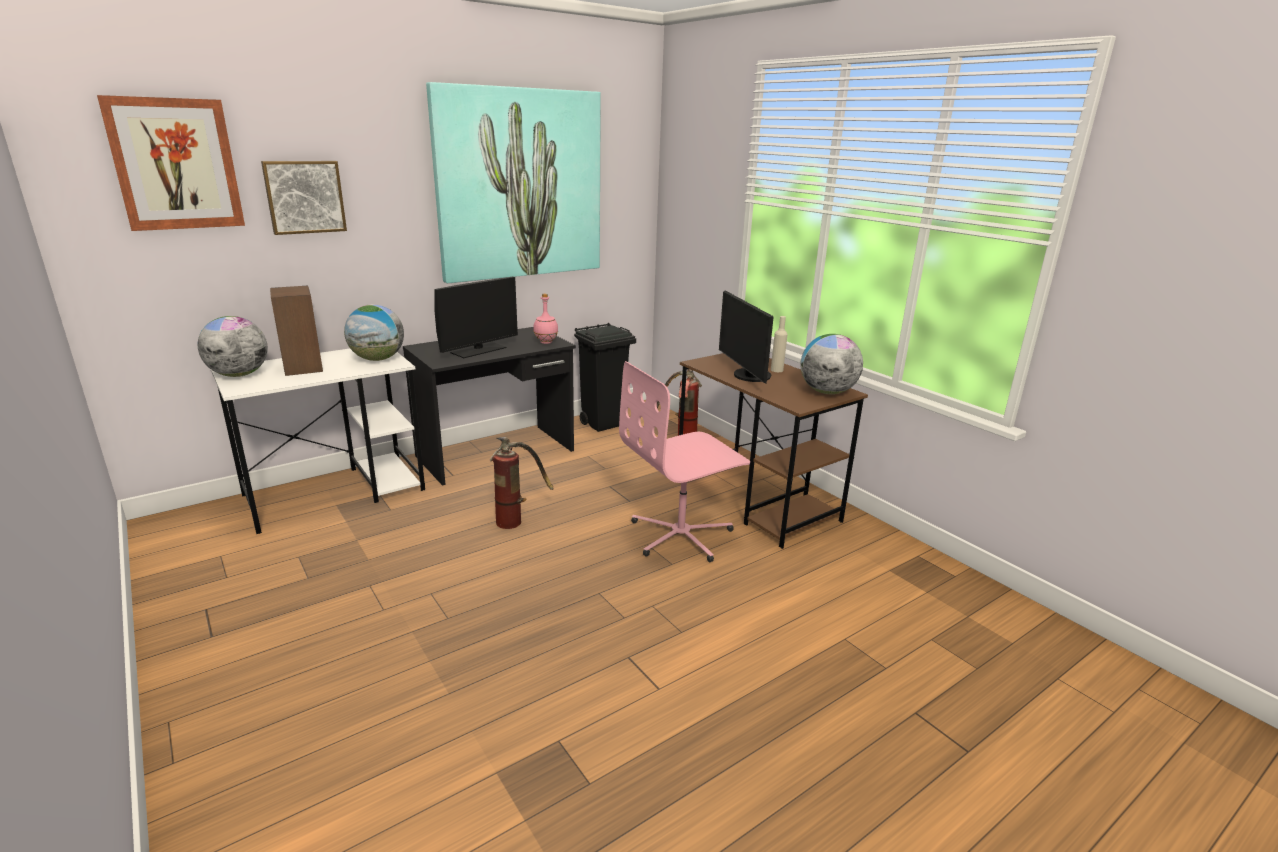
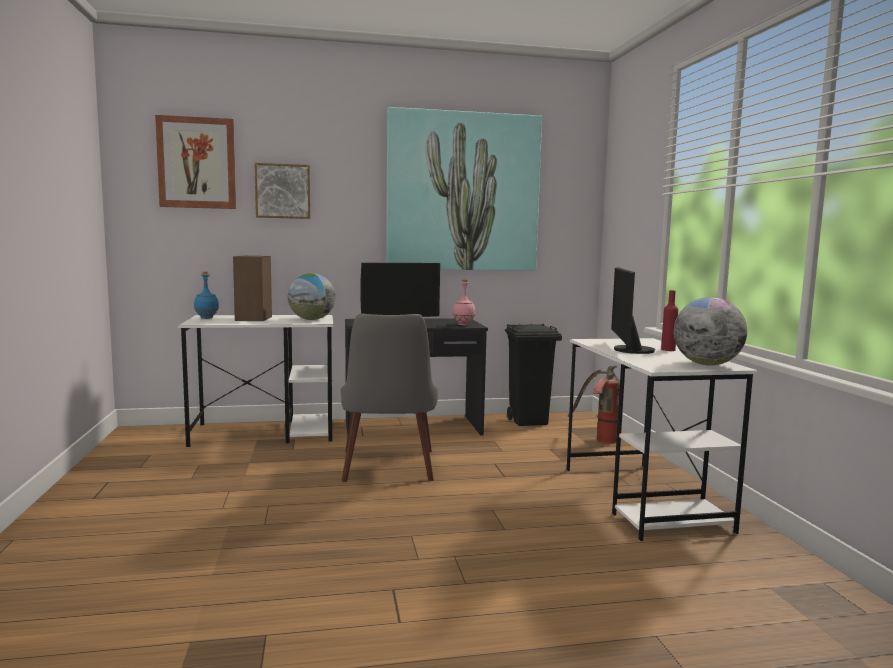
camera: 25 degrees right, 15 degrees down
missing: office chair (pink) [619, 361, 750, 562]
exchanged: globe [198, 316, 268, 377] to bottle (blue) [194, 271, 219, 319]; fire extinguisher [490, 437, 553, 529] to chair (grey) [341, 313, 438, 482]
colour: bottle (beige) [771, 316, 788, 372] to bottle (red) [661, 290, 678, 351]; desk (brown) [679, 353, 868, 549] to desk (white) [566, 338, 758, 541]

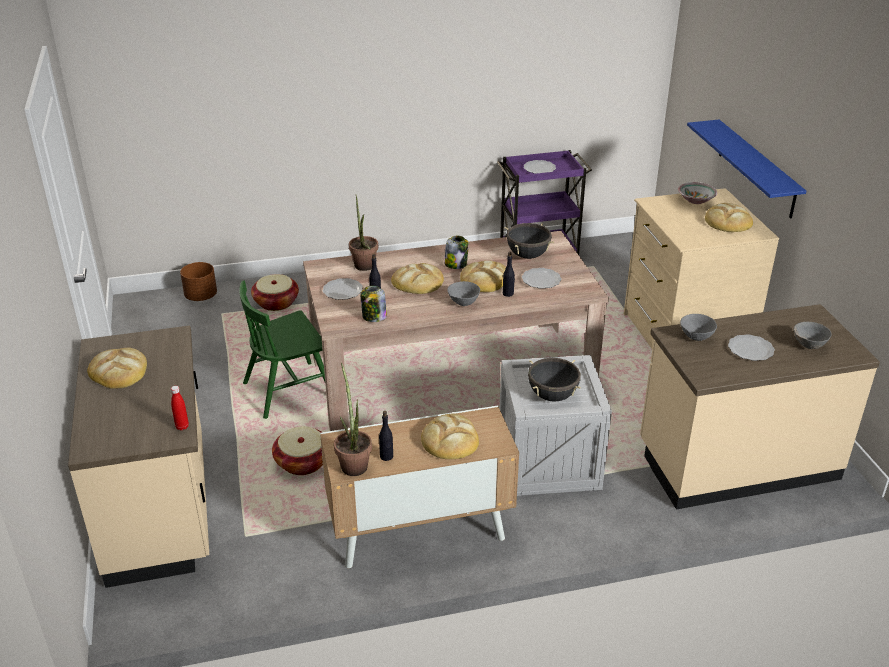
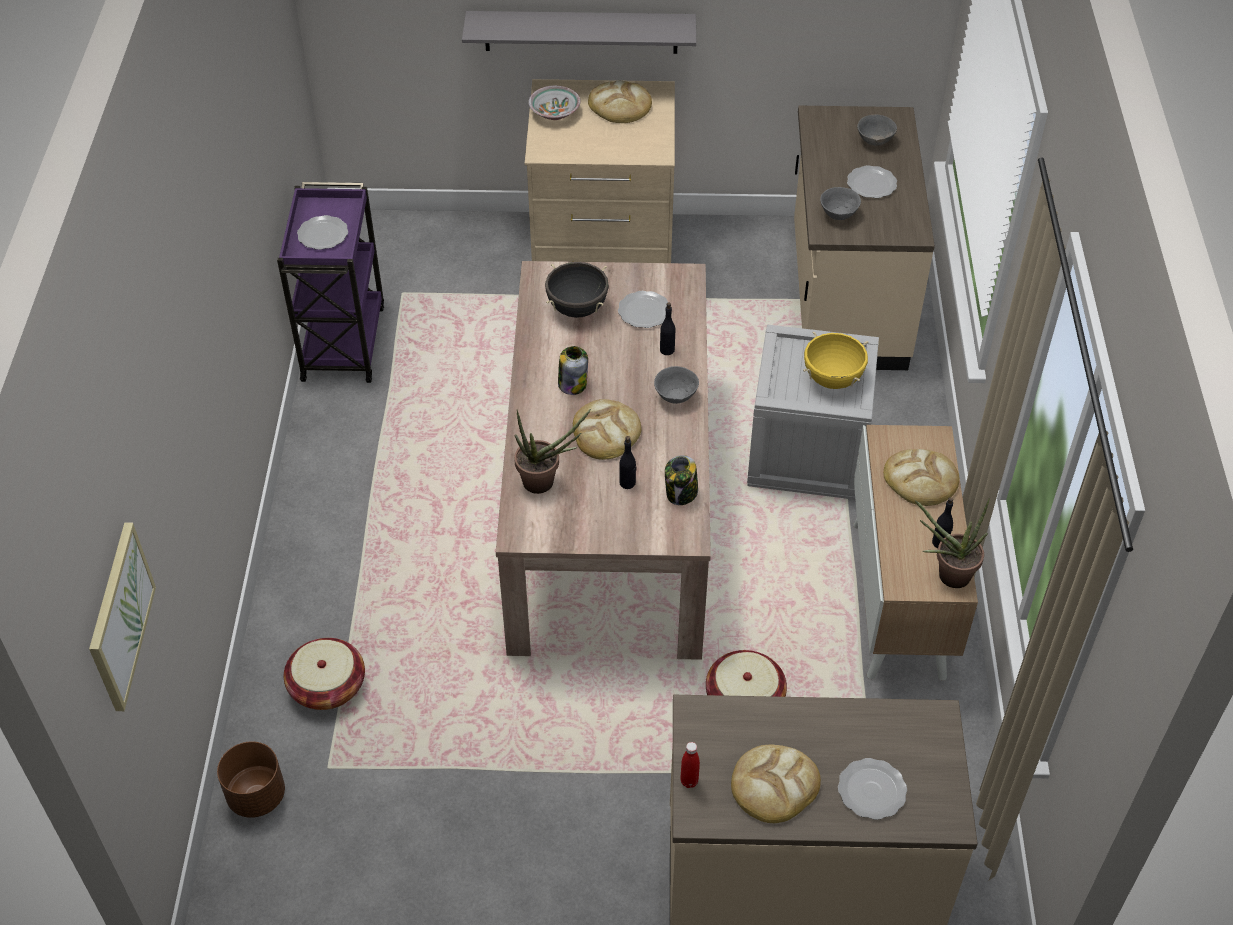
camera: 75 degrees left, 15 degrees up
missing: bread [460, 261, 506, 292]; chair (green) [239, 280, 325, 419]
appeared: picture [89, 522, 156, 711]
relocated: plate [323, 278, 363, 300] to [838, 758, 907, 820]; bottle (red) [171, 386, 189, 430] to [680, 742, 700, 788]
colour: shelf (blue) [687, 120, 806, 219] to shelf (grey) [462, 11, 696, 54]; cooking pot (black) [528, 358, 581, 402] to cooking pot (yellow) [803, 331, 869, 389]

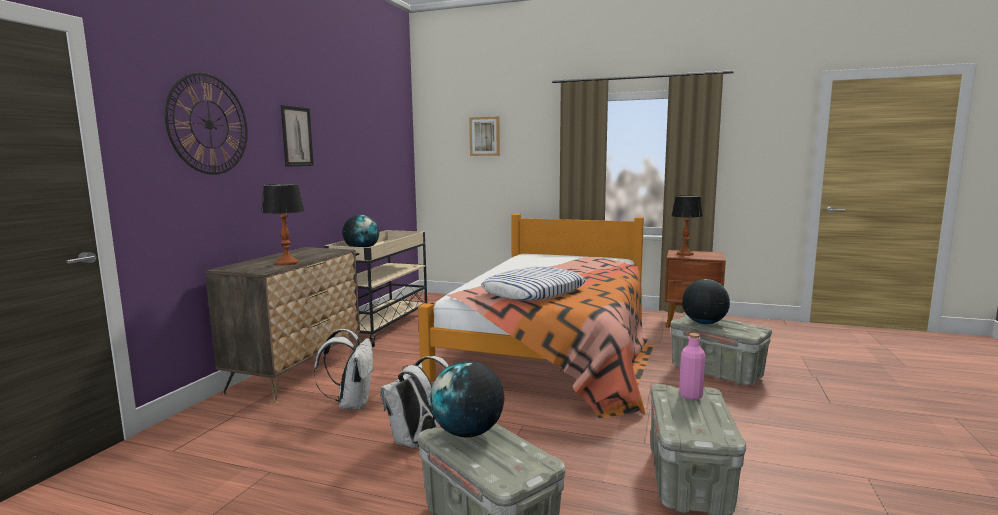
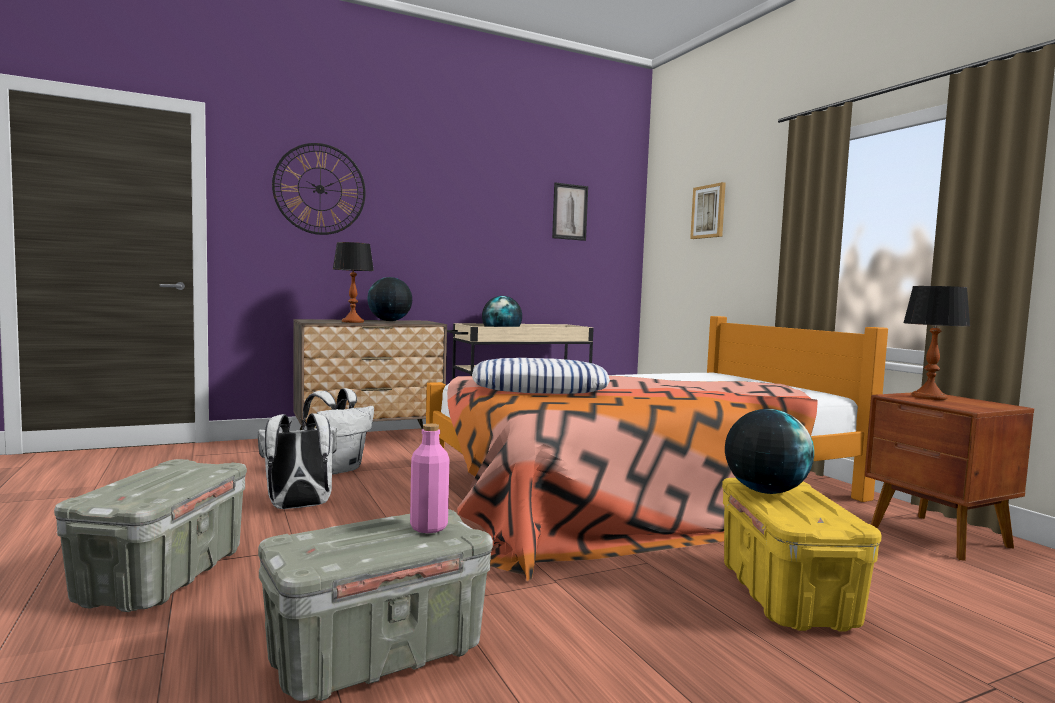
camera: 45 degrees right, 5 degrees down
relocated: picture [281, 105, 314, 167] to [552, 182, 588, 241]; globe [430, 361, 504, 437] to [367, 277, 412, 321]
colour: storage box (grey) [670, 314, 772, 385] to storage box (yellow) [722, 478, 882, 632]

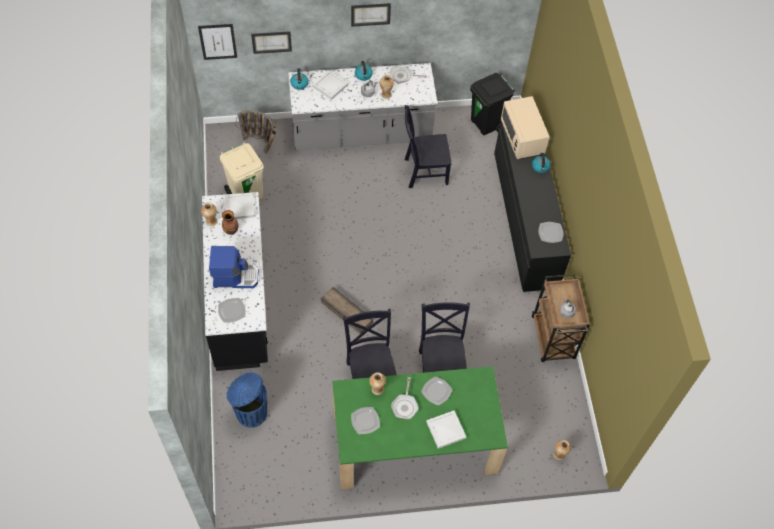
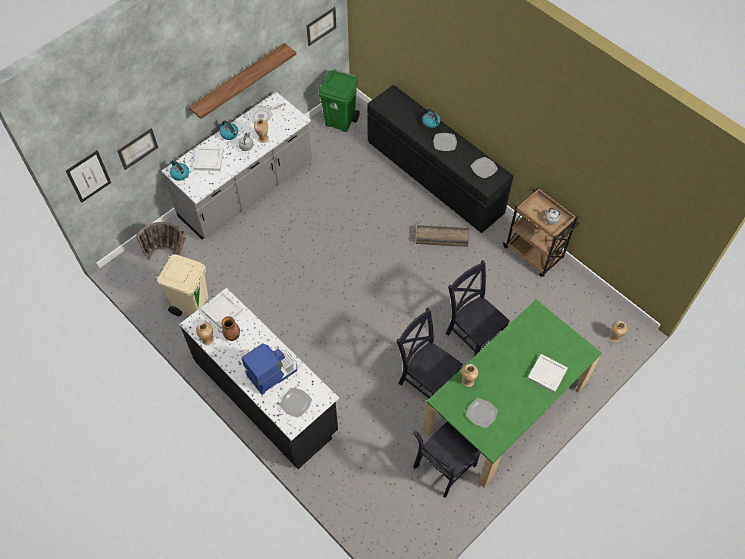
camera: 35 degrees left, 0 degrees up
missing: microwave (beige) [501, 96, 550, 159]; trash can (blue) [226, 372, 267, 428]; frying pan [391, 377, 419, 419]
appeared: shelf [188, 43, 296, 119]
relocated: picture [351, 3, 391, 27] to [306, 7, 336, 46]; chair (black) [405, 105, 452, 188] to [413, 422, 481, 498]; crate [321, 287, 373, 334] to [416, 225, 469, 247]; plate [421, 376, 452, 406] to [433, 133, 457, 151]
colour: trash can (black) [470, 73, 515, 135] to trash can (green) [318, 69, 360, 132]

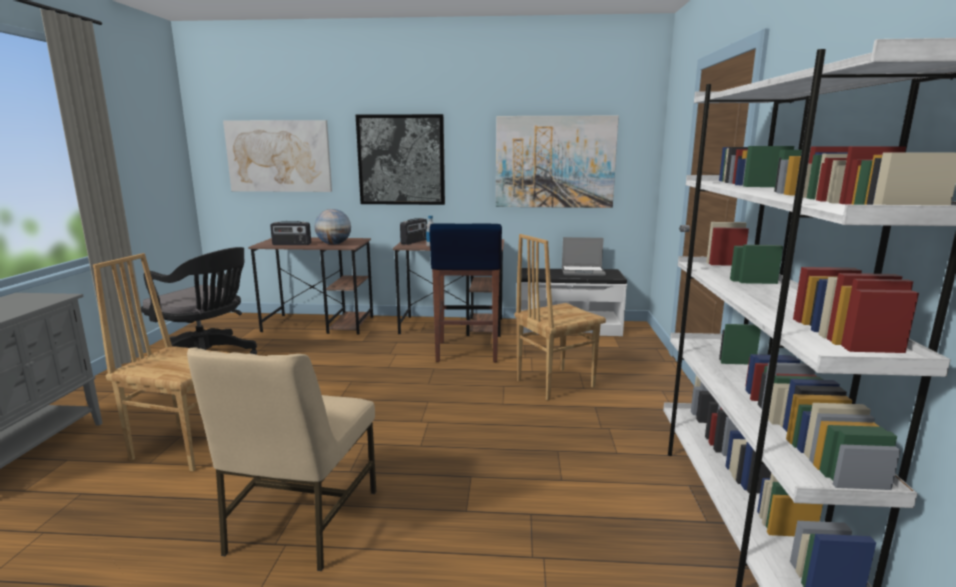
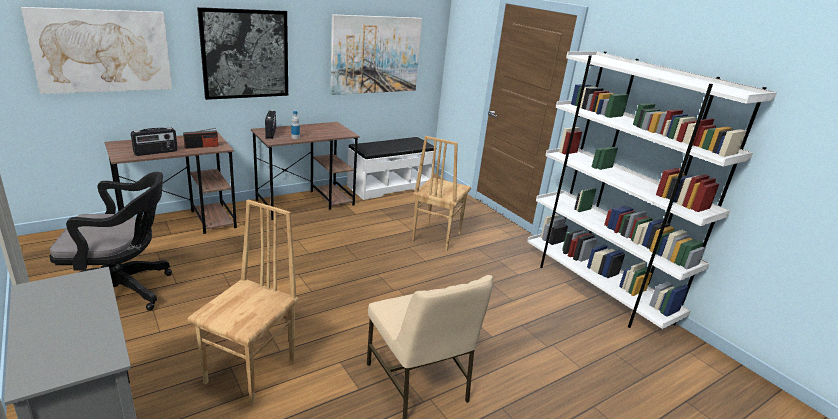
camera: 40 degrees left, 10 degrees up
missing: stool (blue) [429, 223, 502, 362]; laptop [562, 237, 606, 276]
exchanged: globe [315, 209, 351, 245] to radio [183, 128, 218, 149]
spun: chair (brown) [93, 253, 229, 471] = [188, 200, 298, 405] 135 degrees clockwise

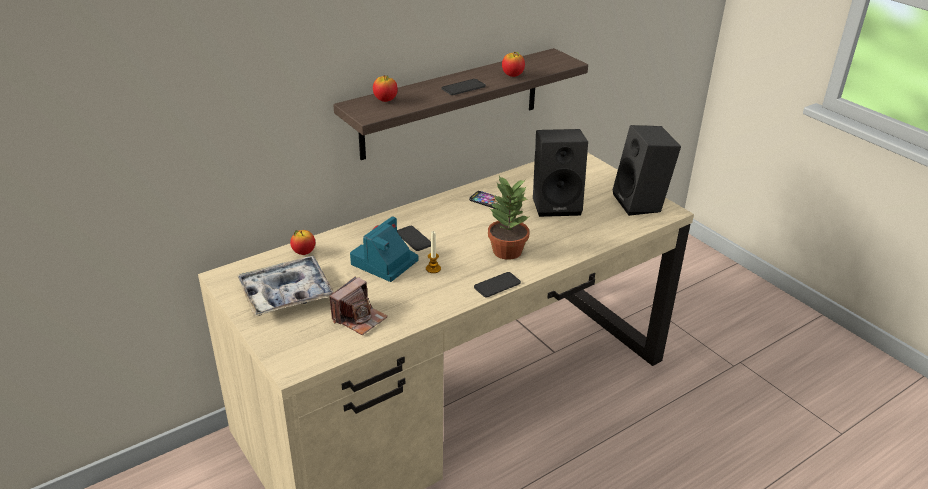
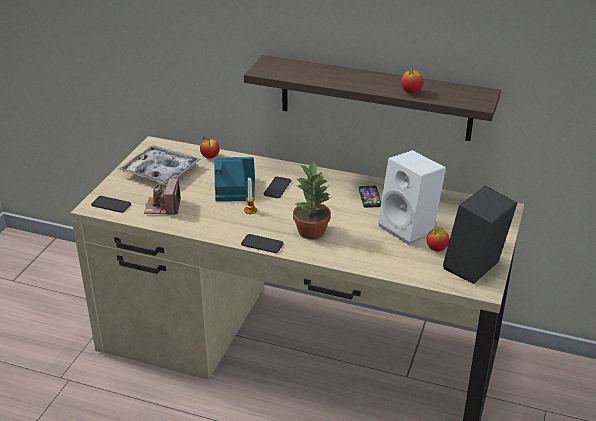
camera: 55 degrees right, 0 degrees up
relocated: apple [373, 75, 398, 102] to [427, 228, 450, 252]; phone [442, 79, 486, 95] to [91, 196, 131, 213]
colour: speaker (black) [533, 129, 588, 217] to speaker (white) [378, 150, 446, 245]
spun: photo camera [329, 276, 388, 335] = [144, 178, 181, 215] 90 degrees clockwise

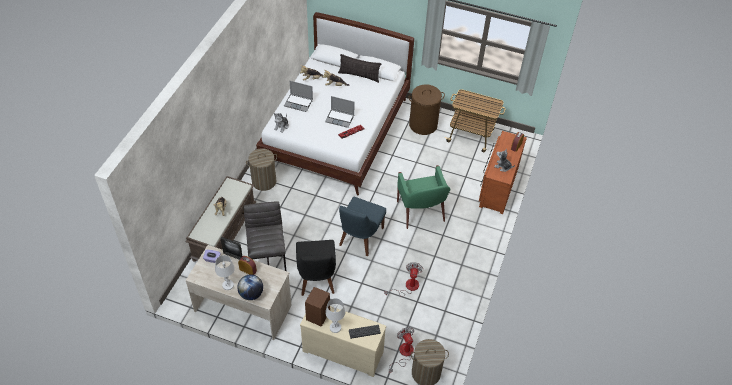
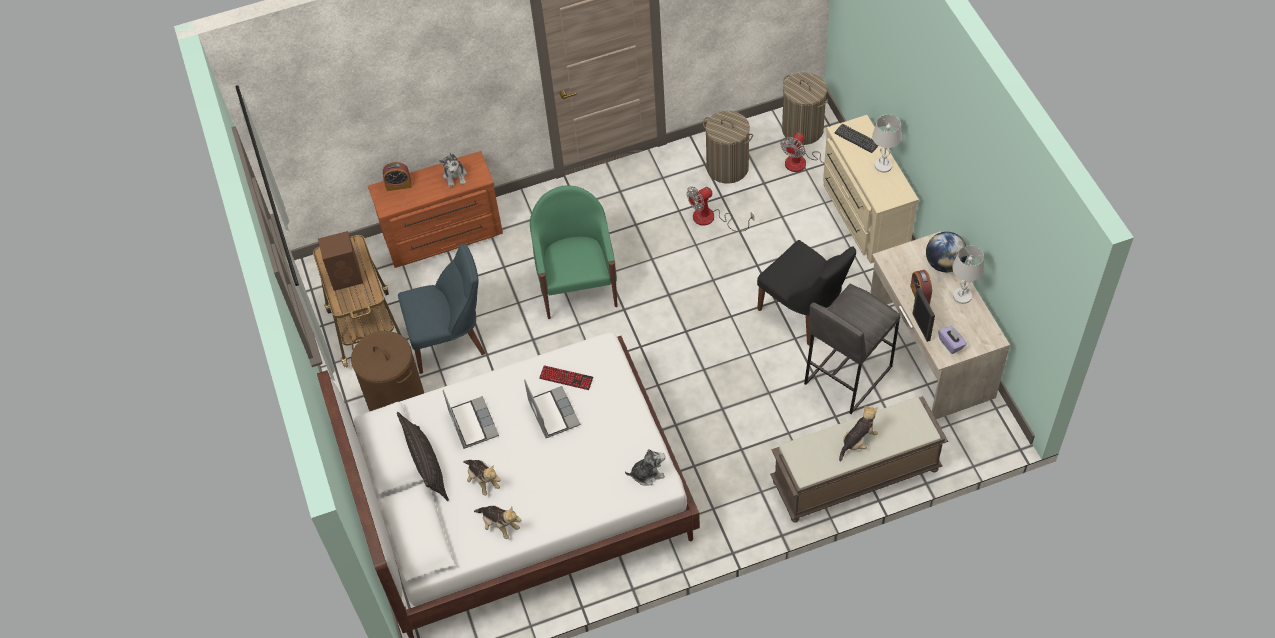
camera: 125 degrees left, 5 degrees up
relocated: laptop [284, 81, 313, 112] to [443, 389, 499, 449]; laundry basket [246, 148, 277, 191] to [703, 111, 753, 184]; chair (blue) [339, 197, 386, 256] to [398, 244, 485, 374]; speaker (brown) [305, 287, 330, 327] to [318, 231, 363, 291]
spun: armchair (green) [397, 165, 450, 229] = [530, 185, 618, 319] 45 degrees counterclockwise; chair (black) [296, 240, 336, 296] = [757, 240, 856, 346] 90 degrees clockwise

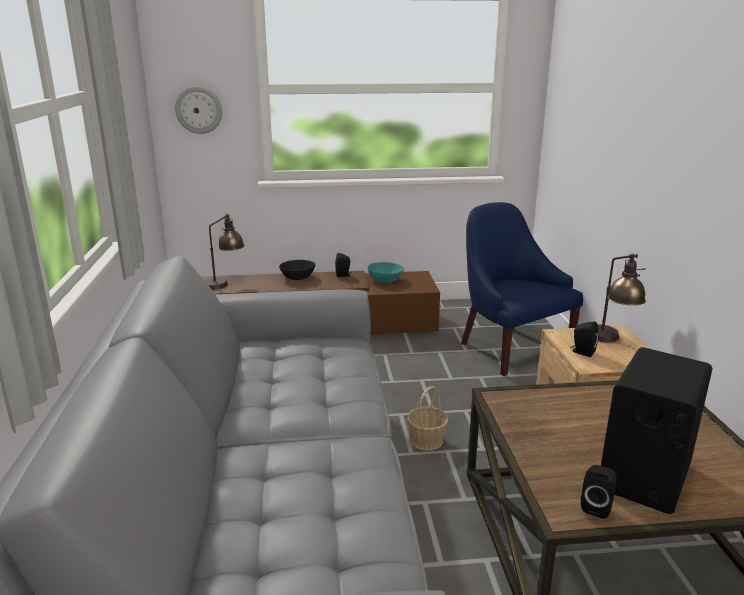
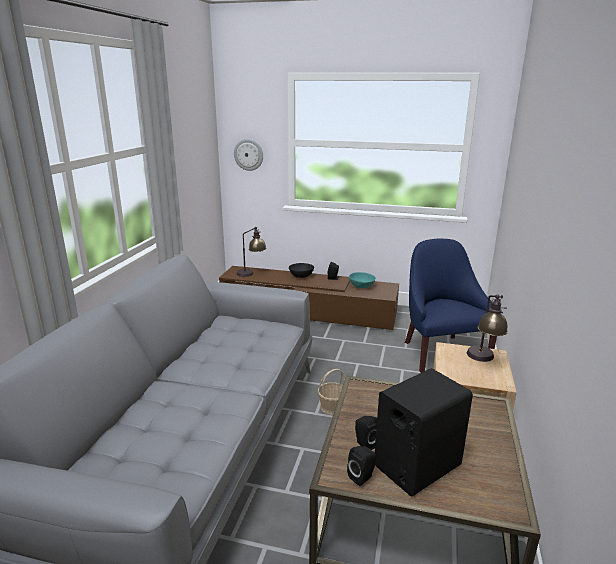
camera: 20 degrees right, 0 degrees up
relocated: speaker (black) [570, 321, 599, 357] to [355, 416, 377, 450]

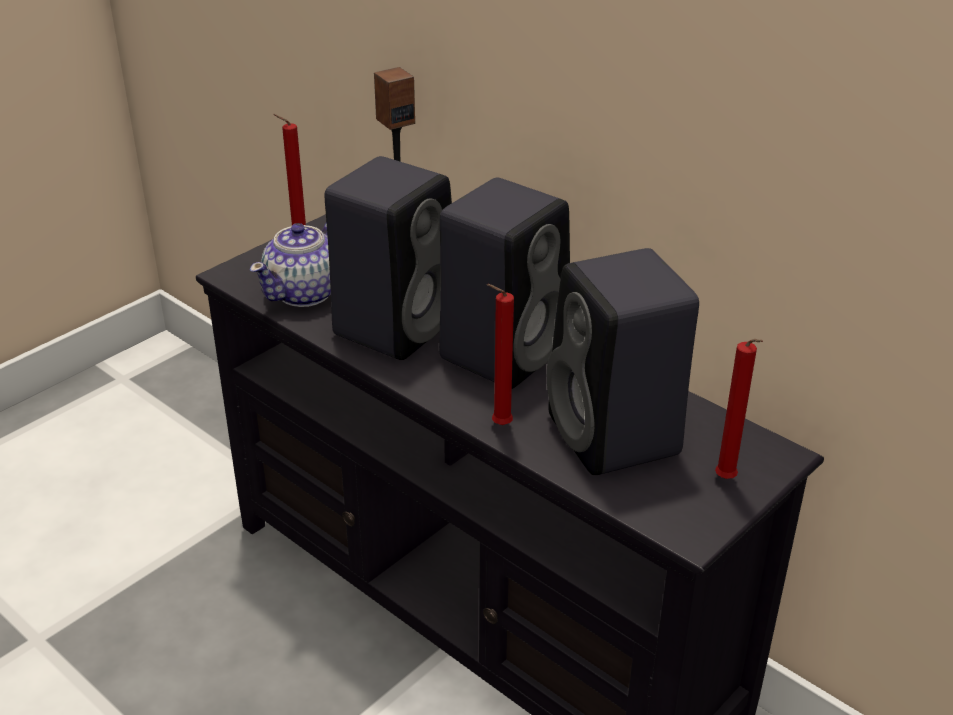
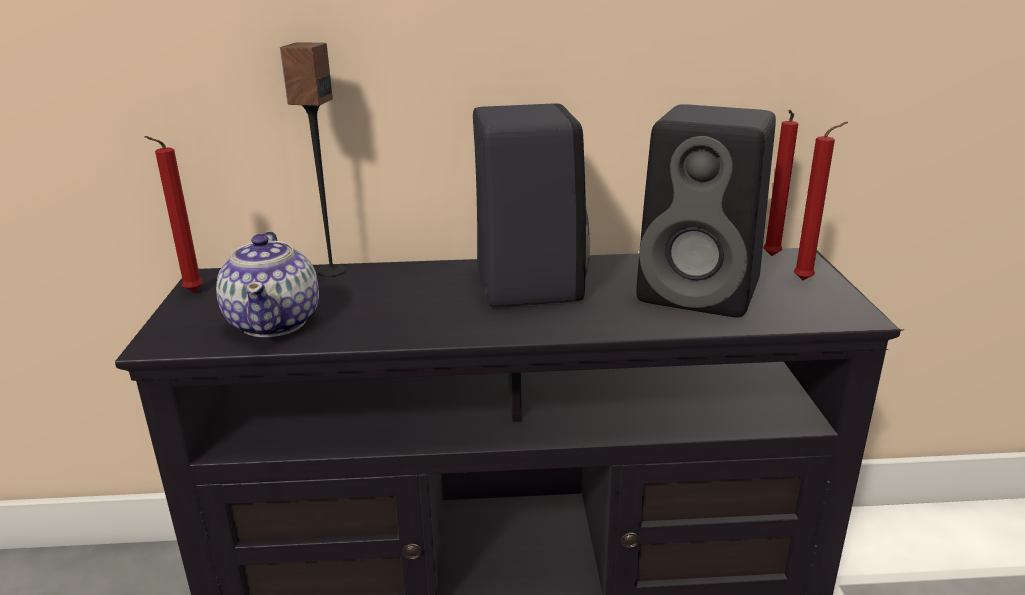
camera: 45 degrees left, 10 degrees down
missing: speaker (black) [324, 156, 452, 360]
relocated: candle (red) [486, 284, 514, 425] to [763, 109, 798, 256]

